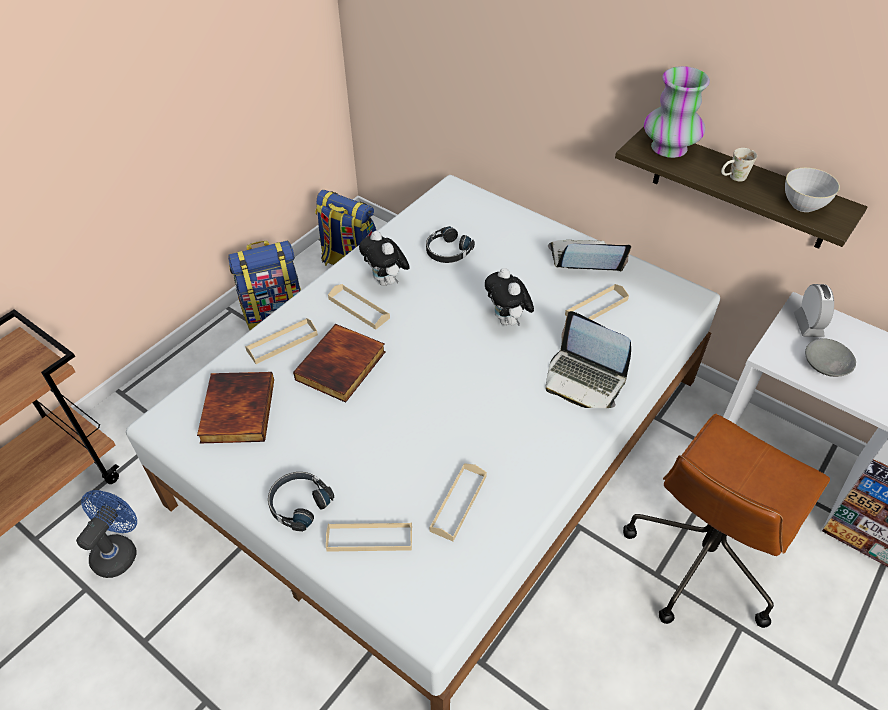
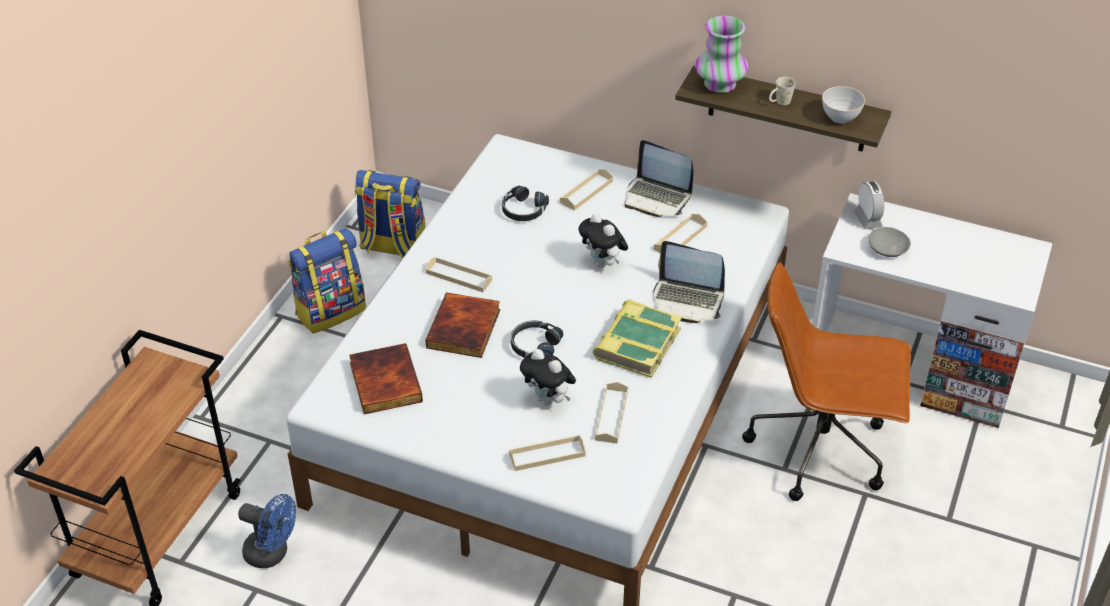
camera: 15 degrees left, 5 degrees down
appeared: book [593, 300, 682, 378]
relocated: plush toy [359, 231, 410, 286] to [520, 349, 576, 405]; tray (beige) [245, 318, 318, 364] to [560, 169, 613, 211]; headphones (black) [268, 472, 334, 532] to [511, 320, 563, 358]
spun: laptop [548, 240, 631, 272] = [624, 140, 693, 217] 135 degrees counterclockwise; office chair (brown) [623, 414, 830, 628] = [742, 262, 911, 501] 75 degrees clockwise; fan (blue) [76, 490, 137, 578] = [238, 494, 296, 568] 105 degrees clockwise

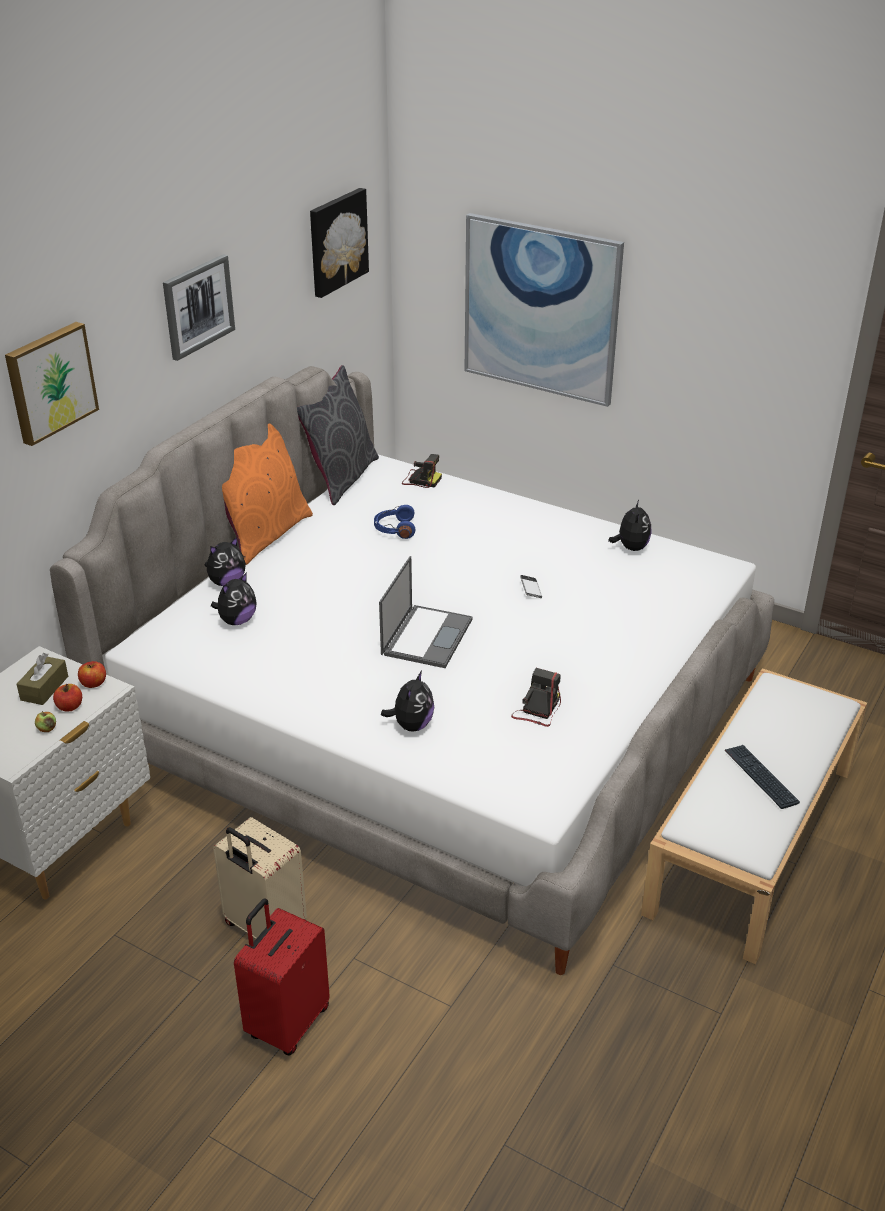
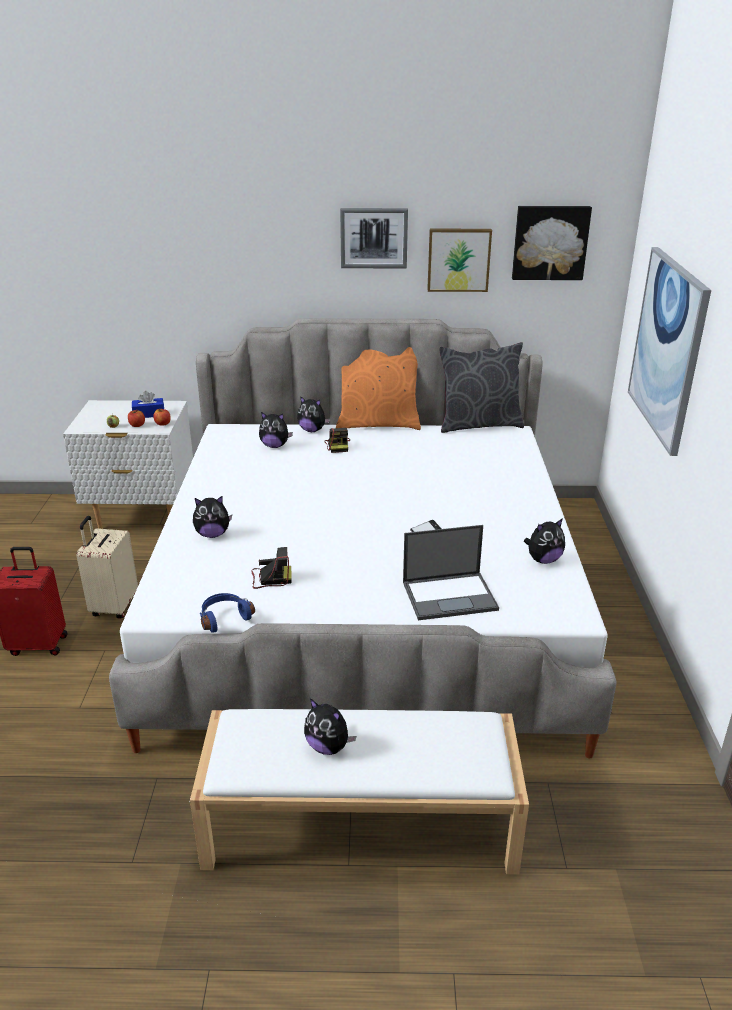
camera: 60 degrees right, 5 degrees down
relocated: picture [5, 322, 99, 446] to [427, 229, 492, 292]; photo camera [402, 454, 442, 488] to [325, 428, 350, 453]; headphones (blue) [374, 505, 415, 539] to [200, 593, 255, 633]; laptop [379, 556, 473, 668] to [403, 525, 499, 620]
exchanged: keyboard [725, 745, 800, 809] to plush toy [304, 698, 356, 755]
colour: tissue box (brown) [16, 653, 68, 705] to tissue box (blue) [132, 391, 164, 418]

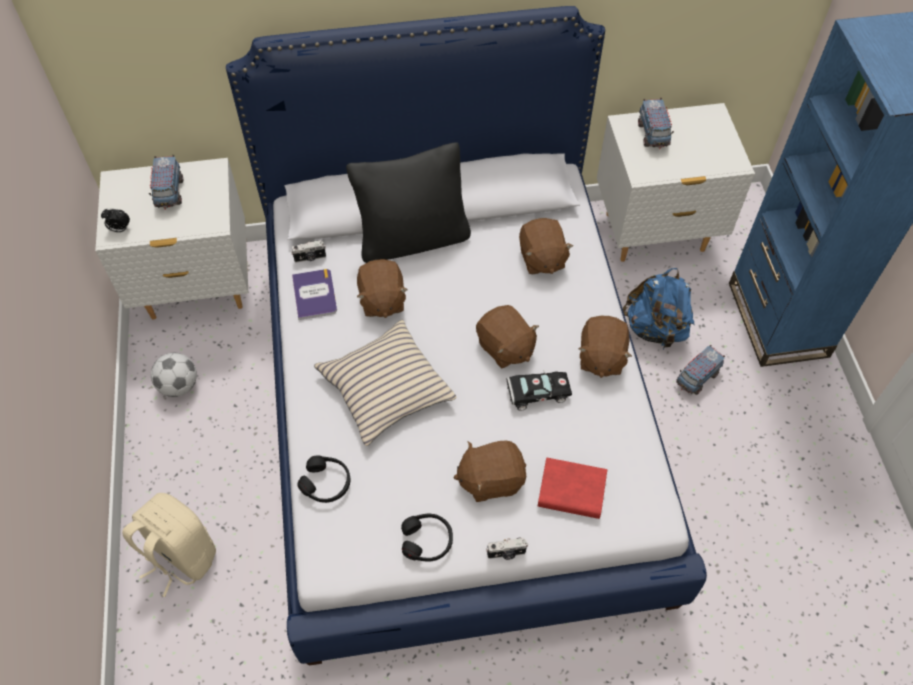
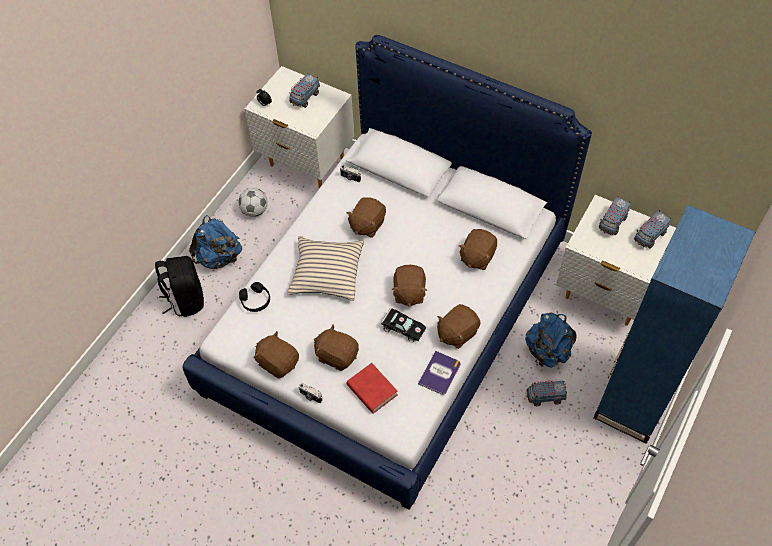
camera: 40 degrees right, 0 degrees up
missing: pillow (black) [346, 142, 471, 263]
appeared: toy truck [634, 210, 671, 249]; backpack (blue) [189, 215, 242, 269]
relocated: book [292, 269, 337, 320] to [418, 351, 461, 395]
exchanged: headphones (black) [401, 513, 453, 562] to plush toy (brown) [253, 331, 299, 379]
colour: backpack (beige) [122, 493, 216, 597] to backpack (black) [155, 256, 204, 317]

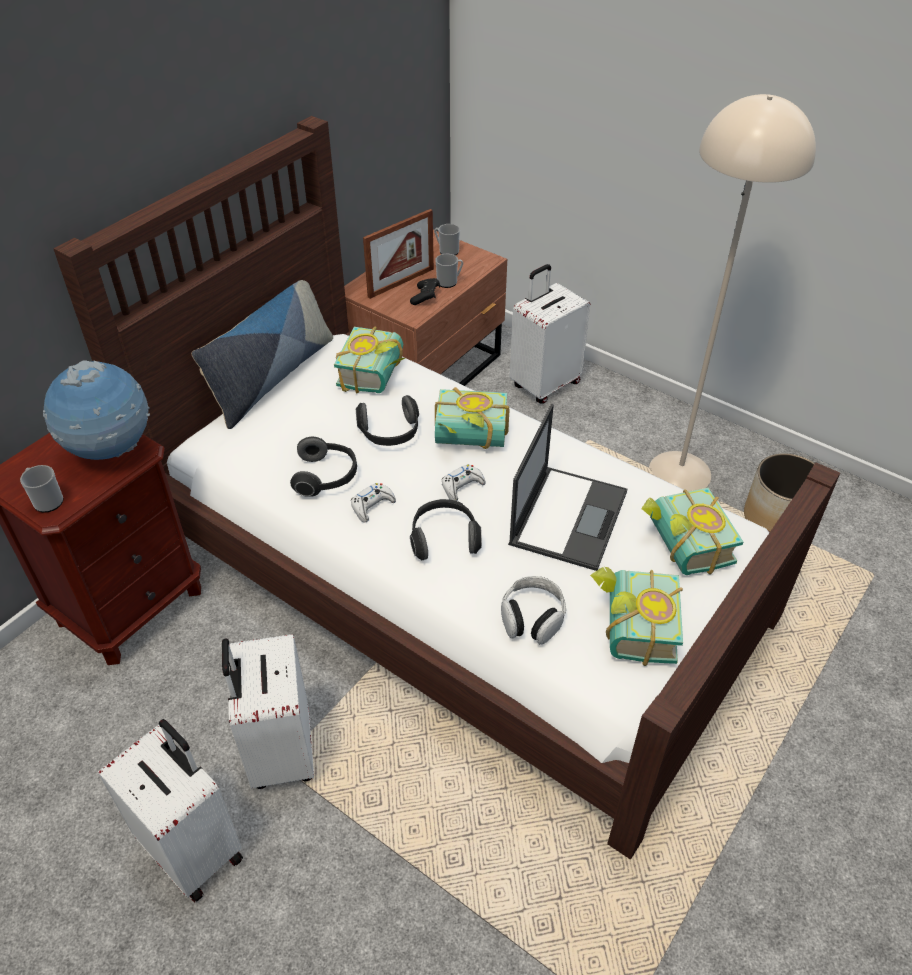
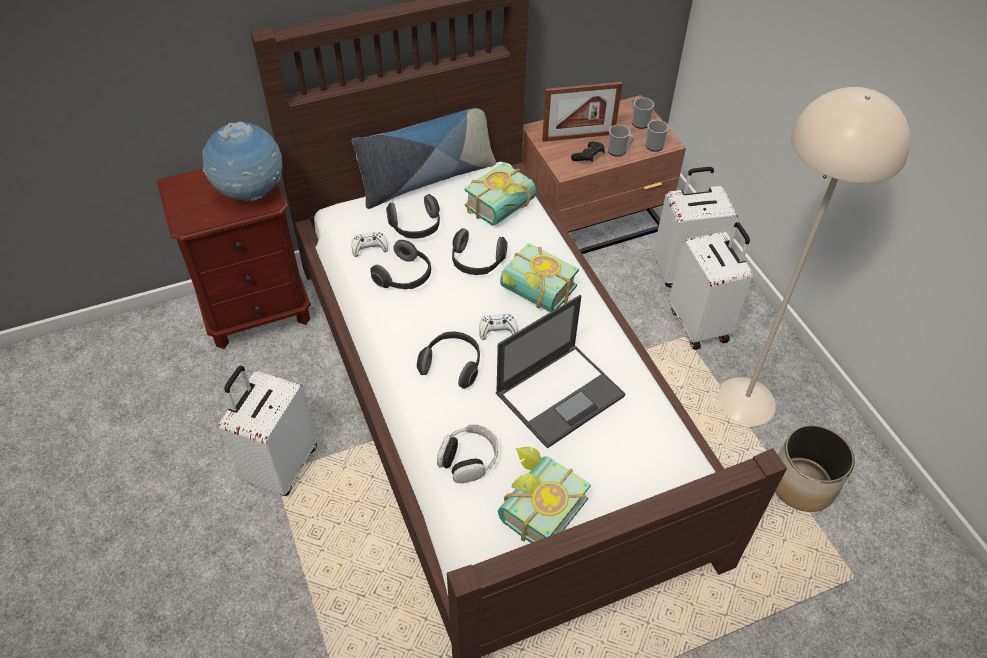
camera: 30 degrees right, 5 degrees up
missing: book [641, 488, 743, 575]
appeared: headphones [386, 194, 440, 239]
relocated: mug [20, 465, 64, 513] to [645, 120, 669, 152]; game controller (white) [351, 483, 396, 523] to [351, 232, 388, 257]; suitcase (white) [98, 719, 243, 903] to [669, 222, 753, 350]

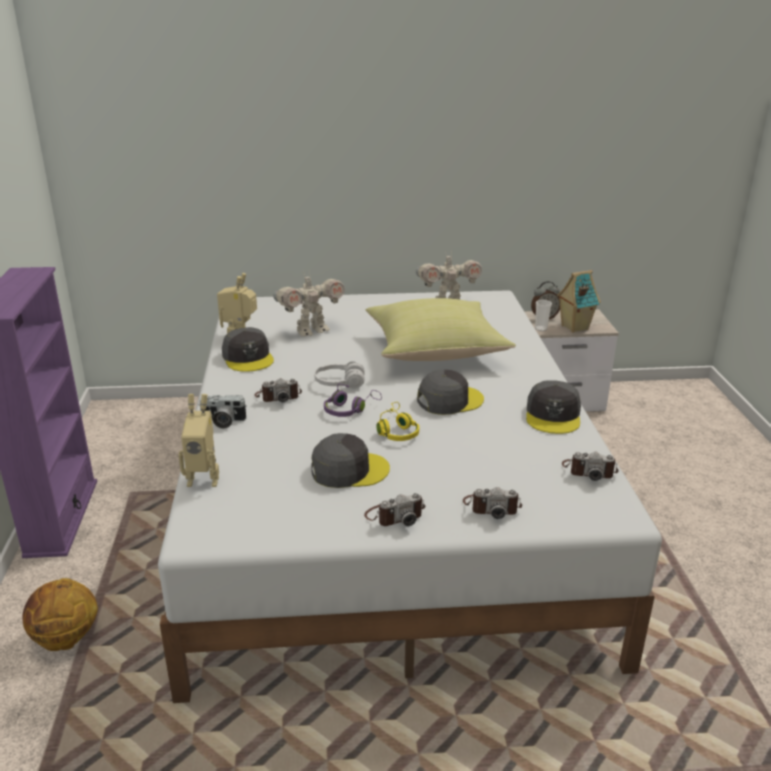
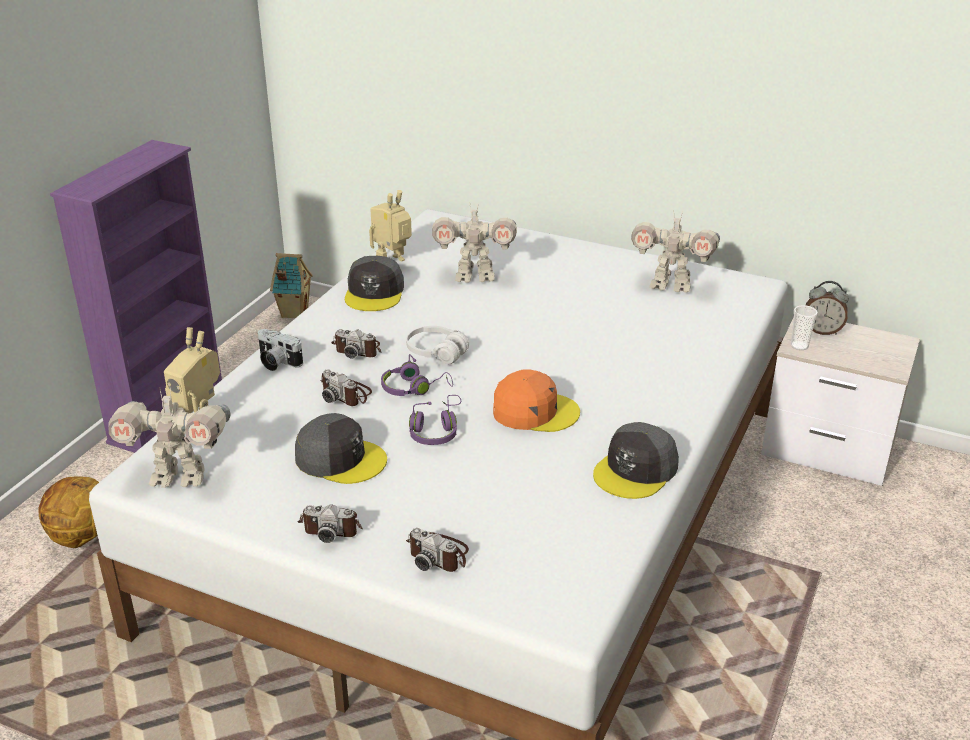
camera: 30 degrees right, 5 degrees up
missing: pillow (yellow) [366, 298, 516, 361]
appeared: toy robot [108, 387, 230, 488]
relocated: toy house [557, 270, 601, 333] to [270, 253, 313, 318]; photo camera [562, 452, 619, 481] to [321, 370, 372, 406]
colour: cap (grey) [417, 370, 484, 415] to cap (orange) [493, 369, 580, 432]; headphones (yellow) [376, 402, 419, 441] to headphones (purple) [409, 395, 461, 445]

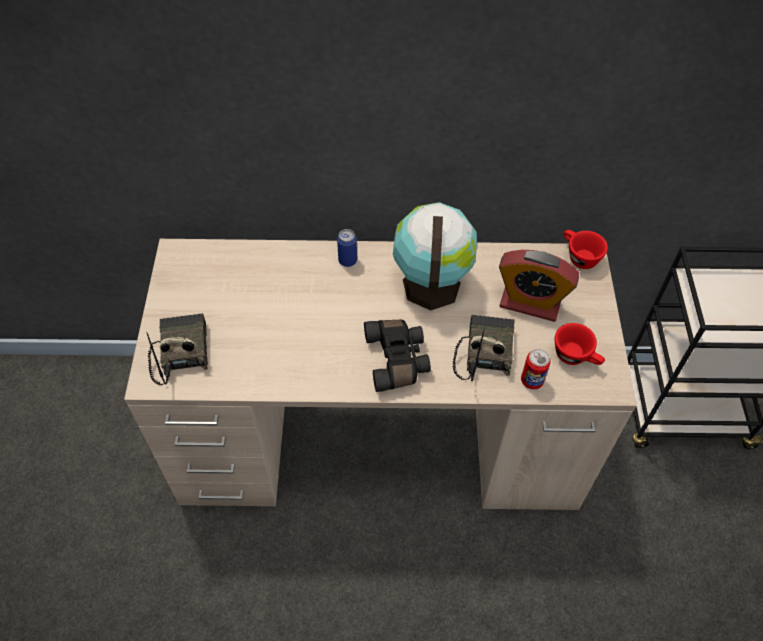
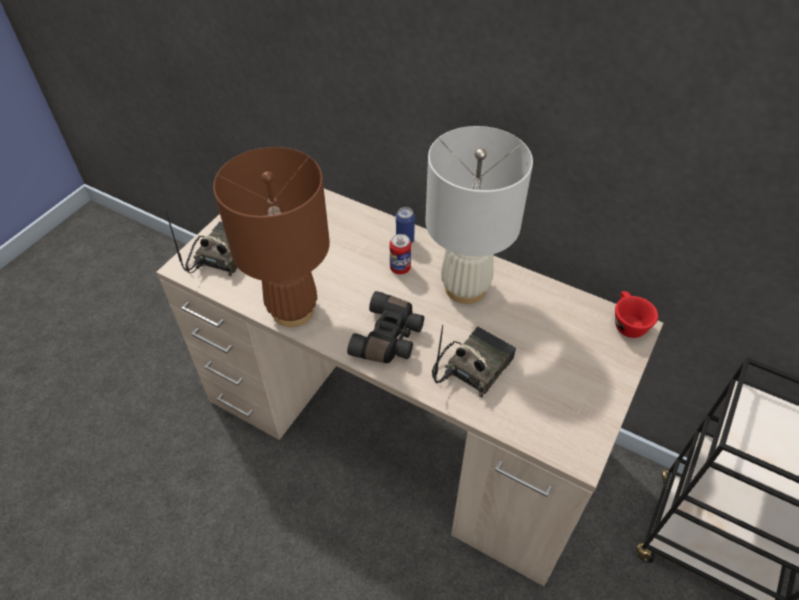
camera: 30 degrees right, 5 degrees down
missing: alarm clock [499, 250, 579, 322]; cup (red) [555, 323, 605, 365]
appeared: table lamp (brown) [213, 147, 330, 327]
relocated: can [521, 349, 551, 389] to [390, 234, 411, 275]
exchanged: globe [393, 202, 477, 311] to table lamp (white) [425, 126, 533, 304]

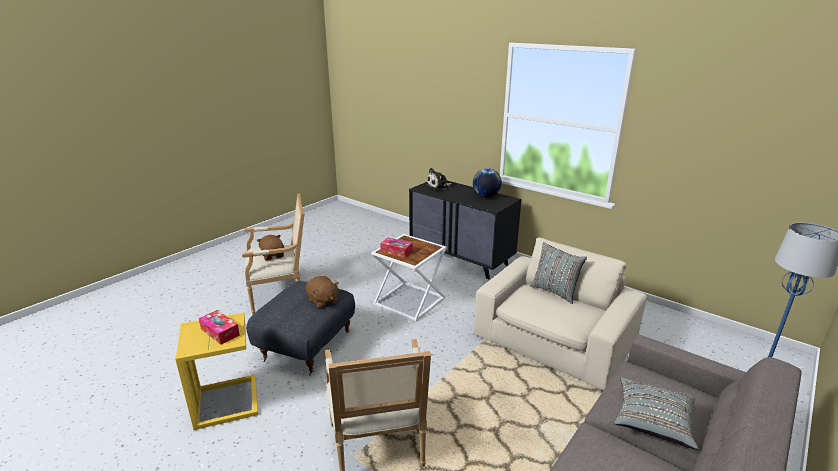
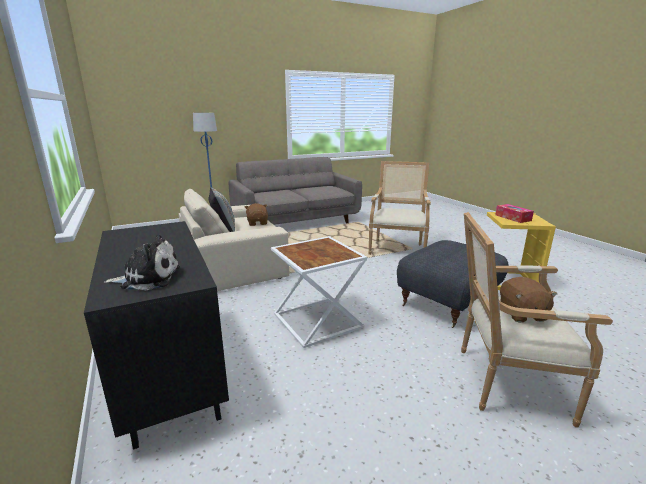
camera: 155 degrees left, 5 degrees down
missing: globe [473, 168, 502, 197]; tissue box [380, 238, 413, 258]; pillow (grey) [614, 378, 698, 450]
relocated: plush toy (brown) [306, 276, 339, 308] to [244, 203, 268, 226]

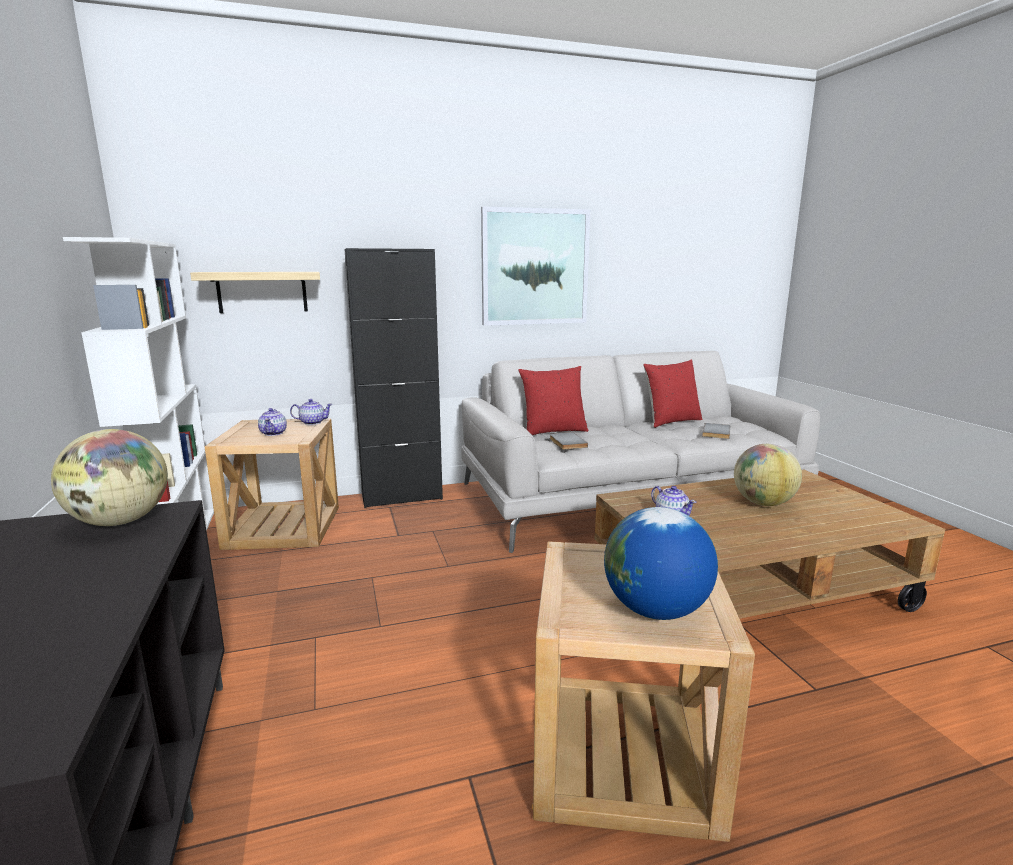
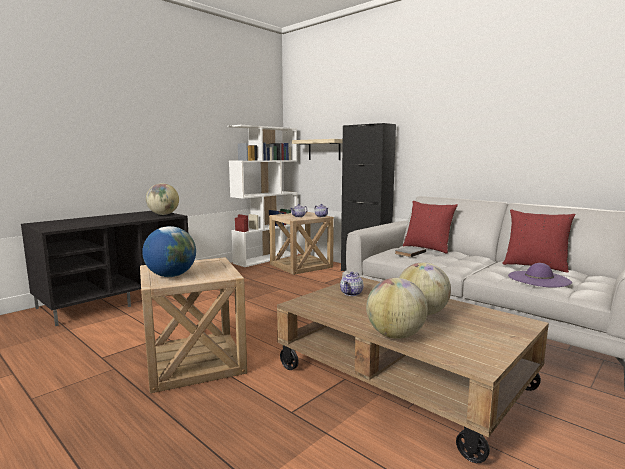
camera: 60 degrees right, 5 degrees down
missing: picture [481, 206, 590, 326]
appeared: globe [366, 278, 428, 339]
exchanged: book (grey) [702, 423, 730, 439] to hat (purple) [508, 263, 572, 288]

